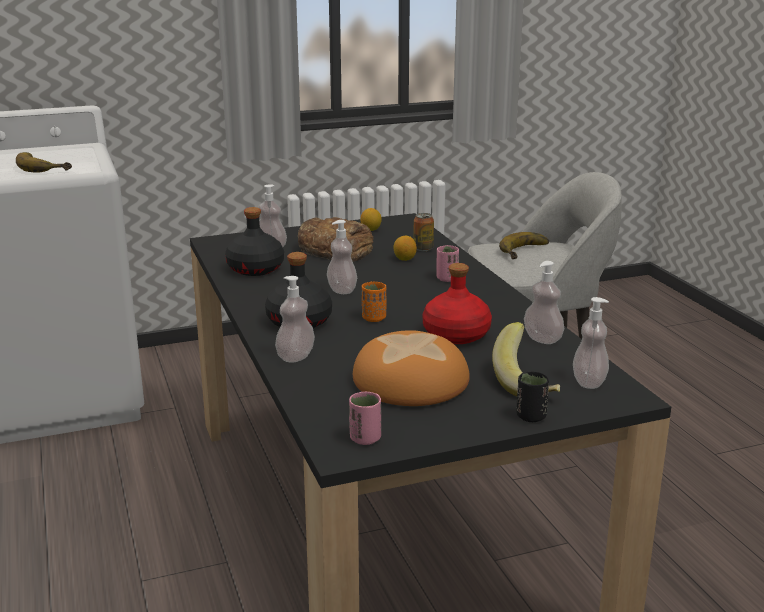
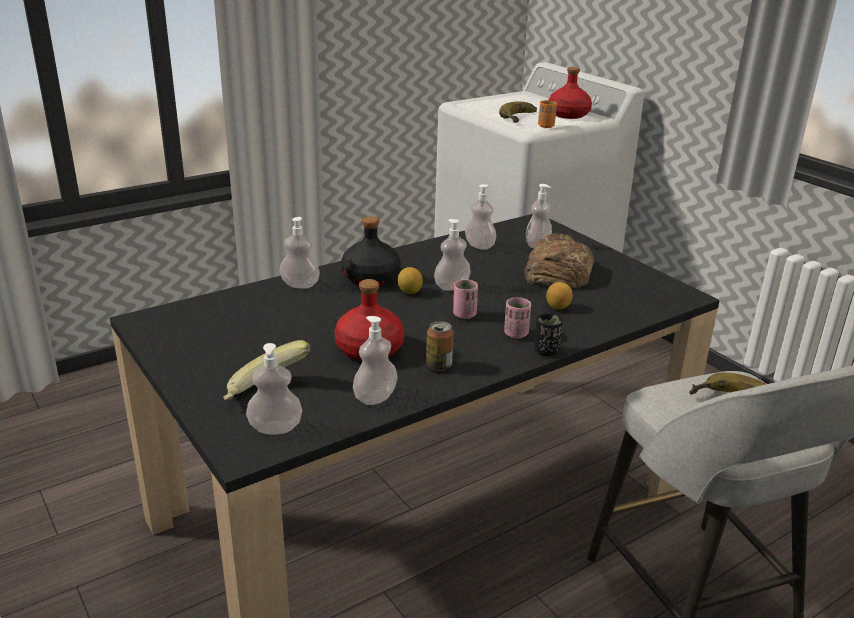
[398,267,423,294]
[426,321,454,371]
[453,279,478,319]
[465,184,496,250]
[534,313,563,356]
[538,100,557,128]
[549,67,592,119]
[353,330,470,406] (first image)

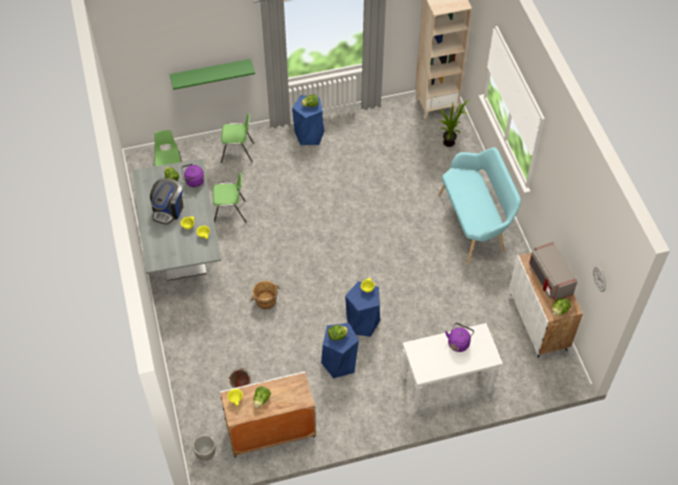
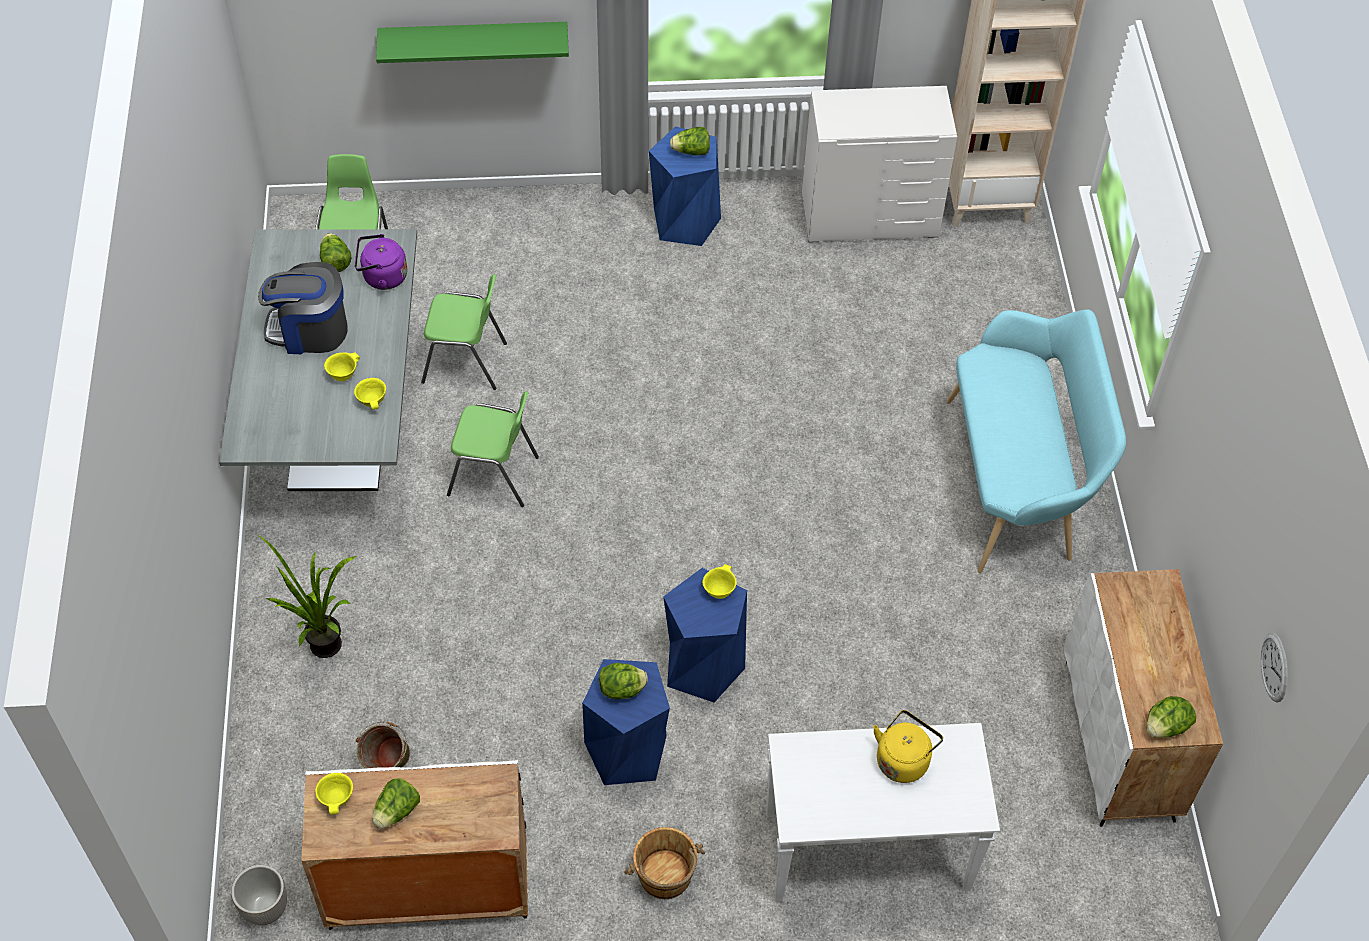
[257,535,357,658]
[258,262,347,354]
[447,391,539,507]
[624,827,705,899]
[802,86,957,243]
[873,710,943,783]
[529,241,578,301] (first image)

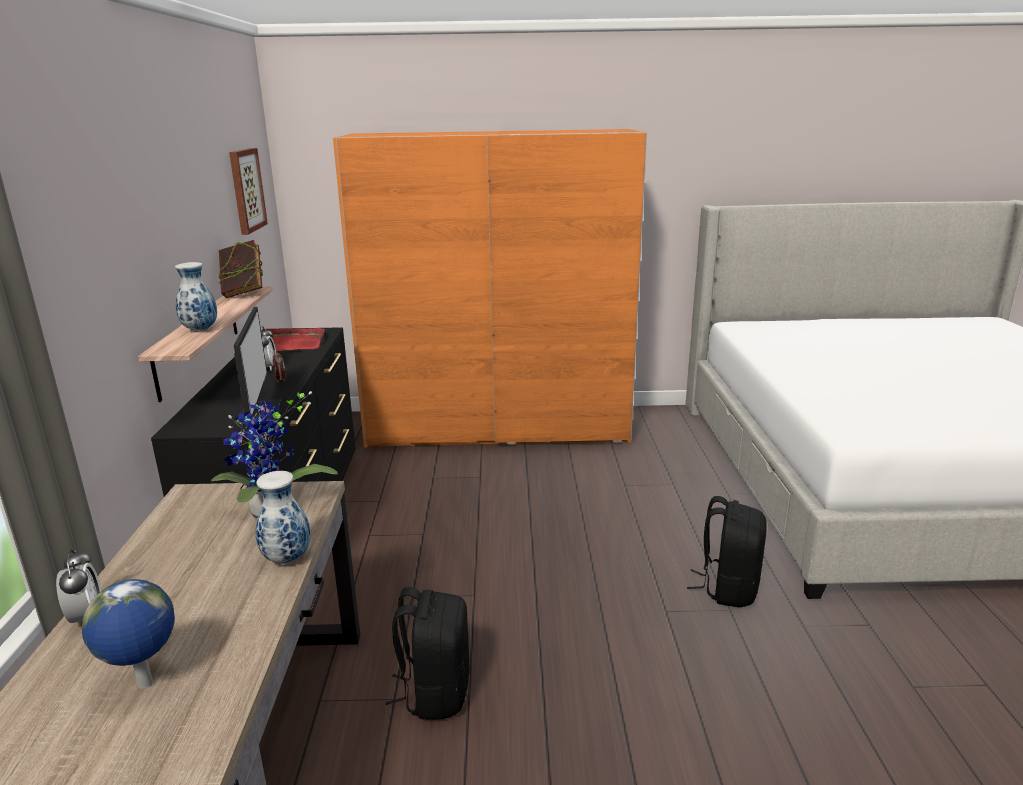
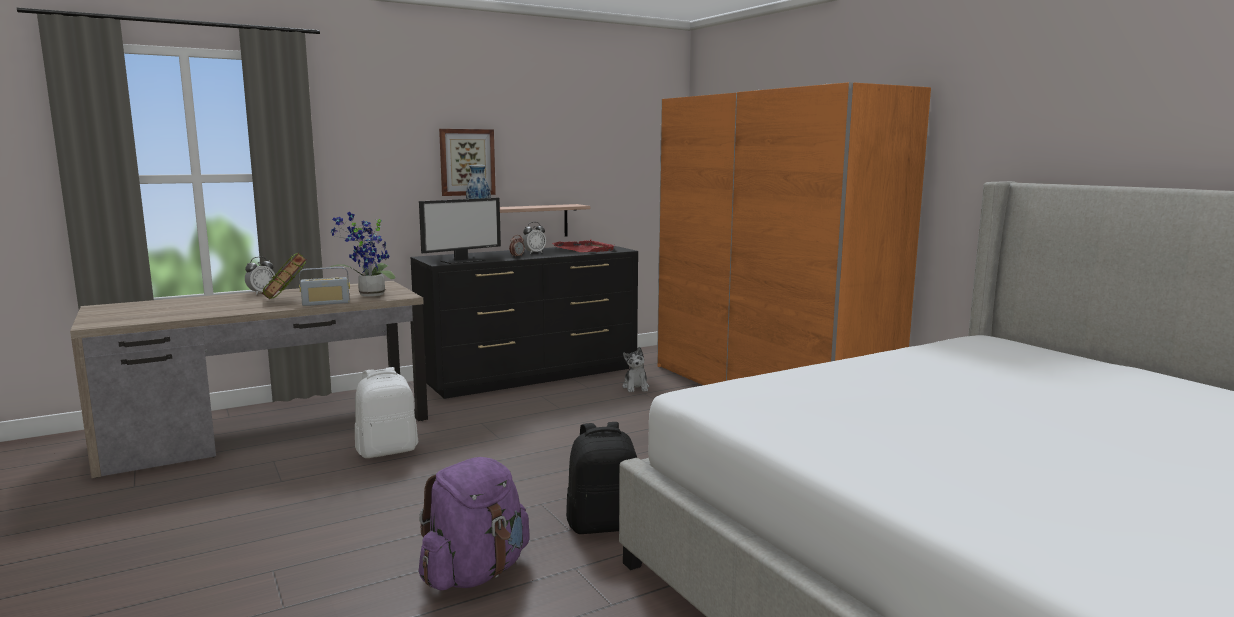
[262,253,306,299]
[299,267,350,306]
[355,367,418,458]
[419,457,530,590]
[439,129,496,196]
[622,347,649,392]
[82,579,175,689] (first image)

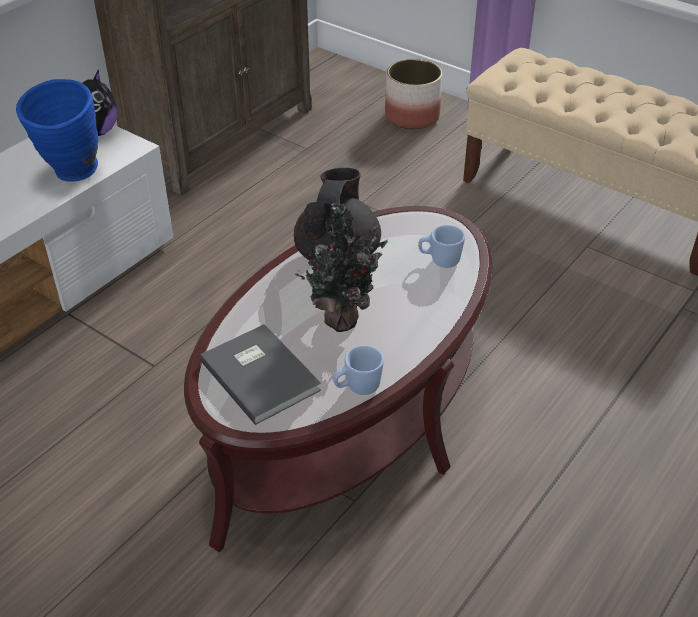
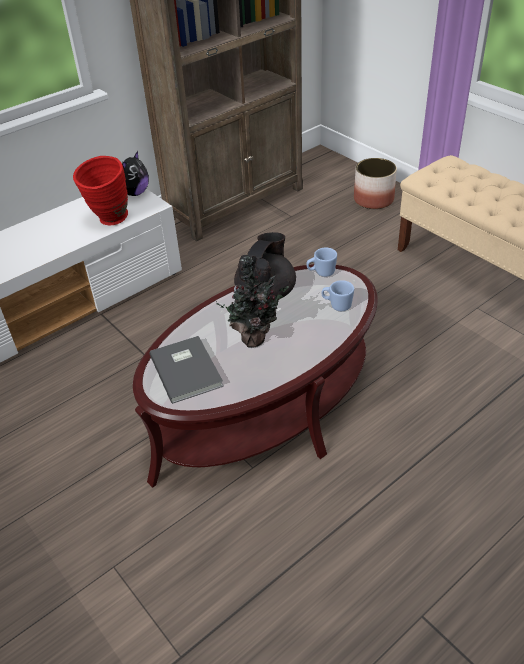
[73,156,128,225]
[306,247,337,277]

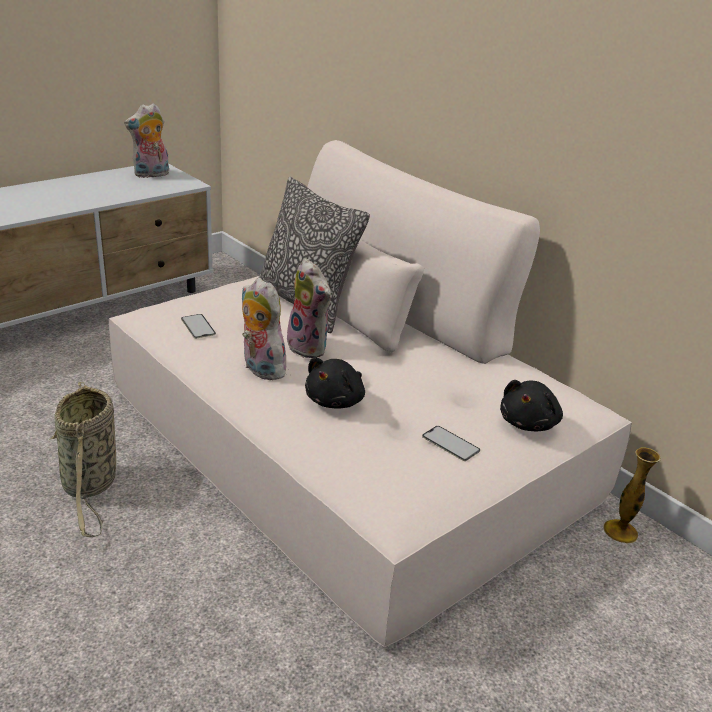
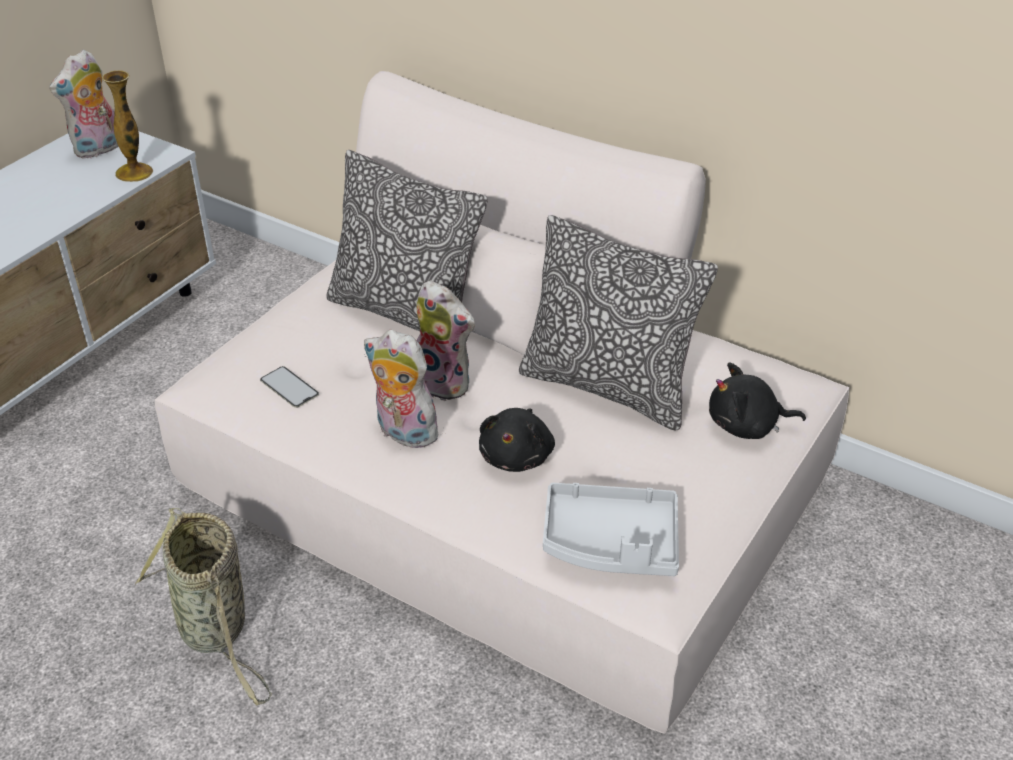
[102,70,153,182]
[519,215,718,430]
[543,483,679,576]
[709,363,806,439]
[422,426,480,461] (first image)

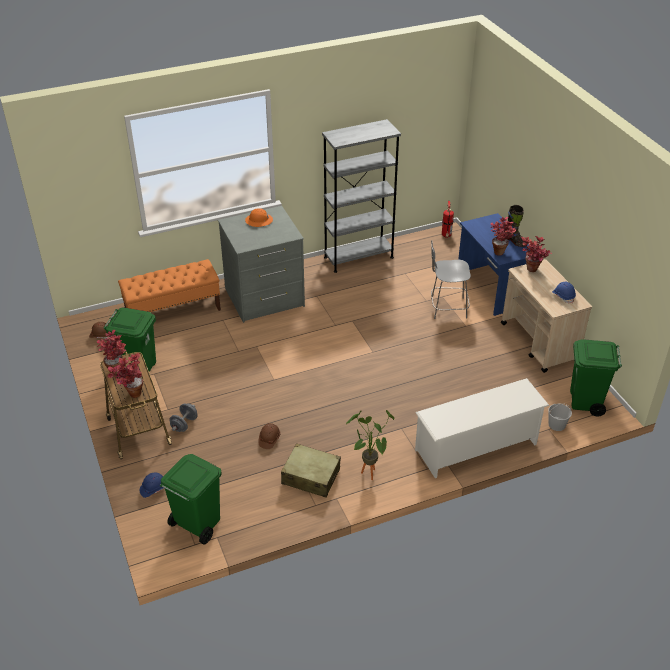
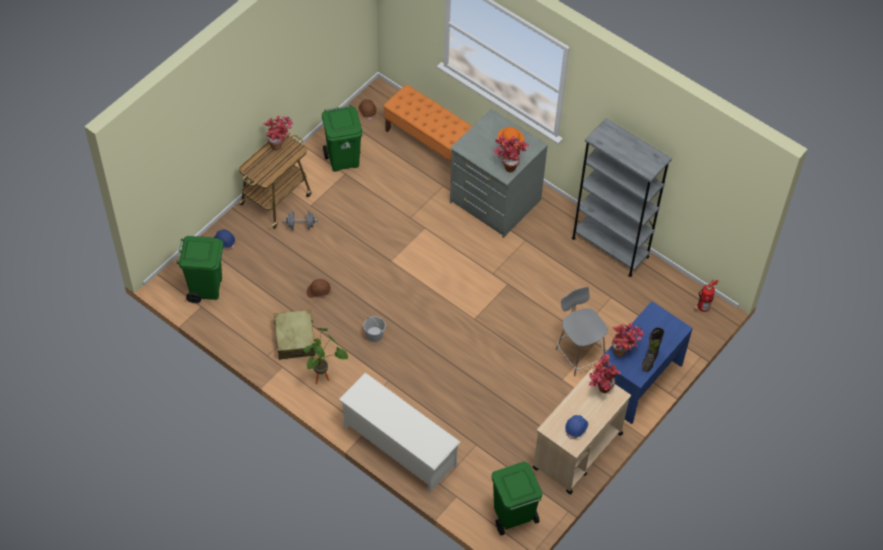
[363,316,386,342]
[494,135,529,173]

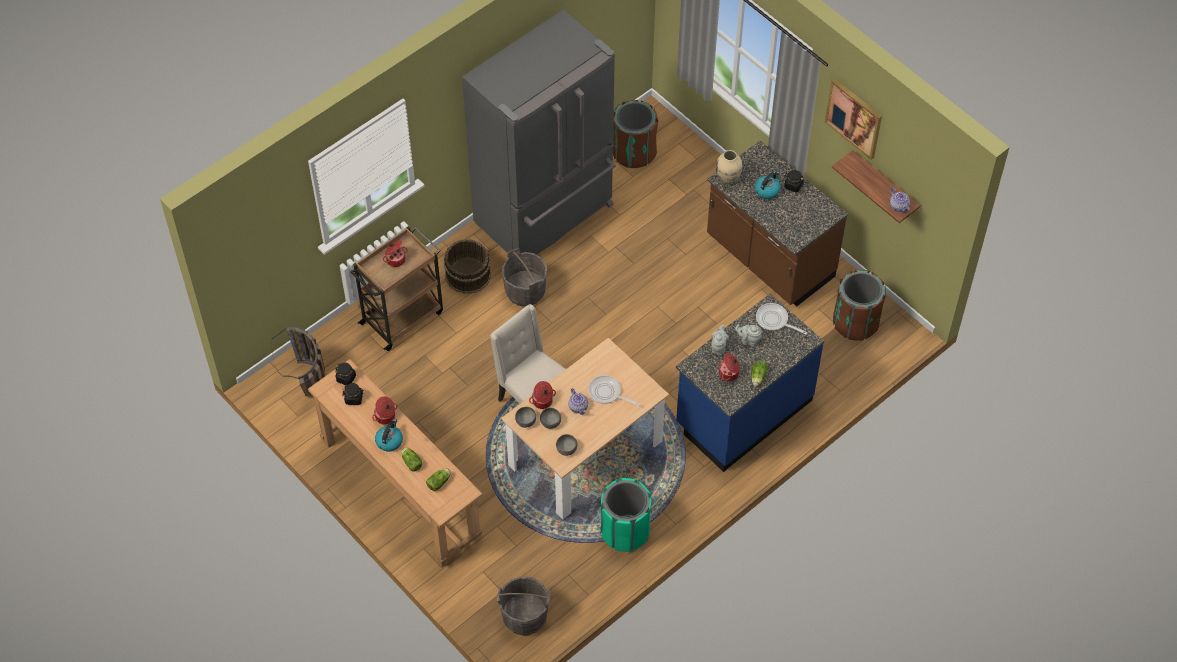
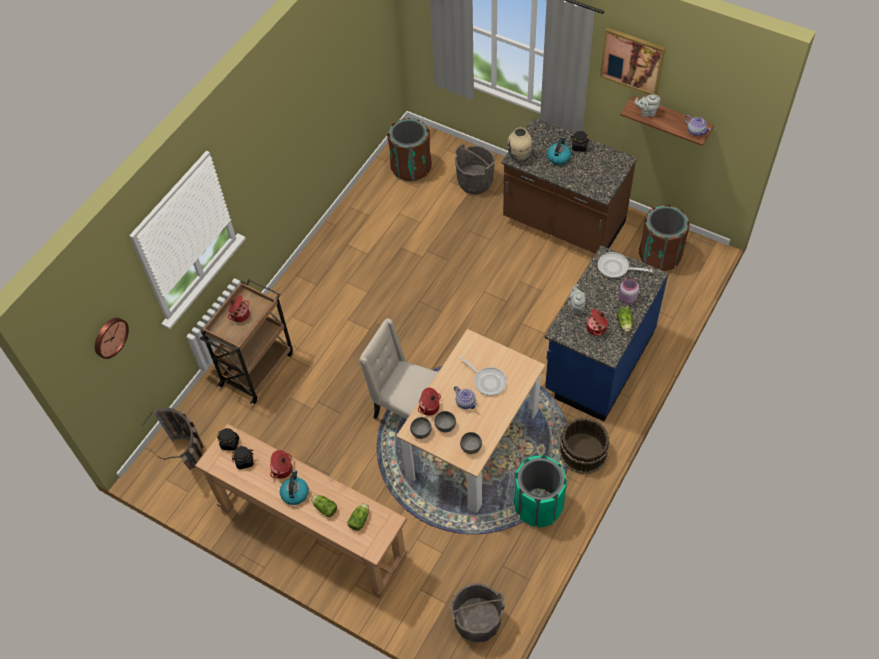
[95,318,129,359]
[455,144,495,194]
[459,356,507,396]
[559,417,610,474]
[619,278,639,304]
[634,94,660,117]
[462,10,616,255] (first image)

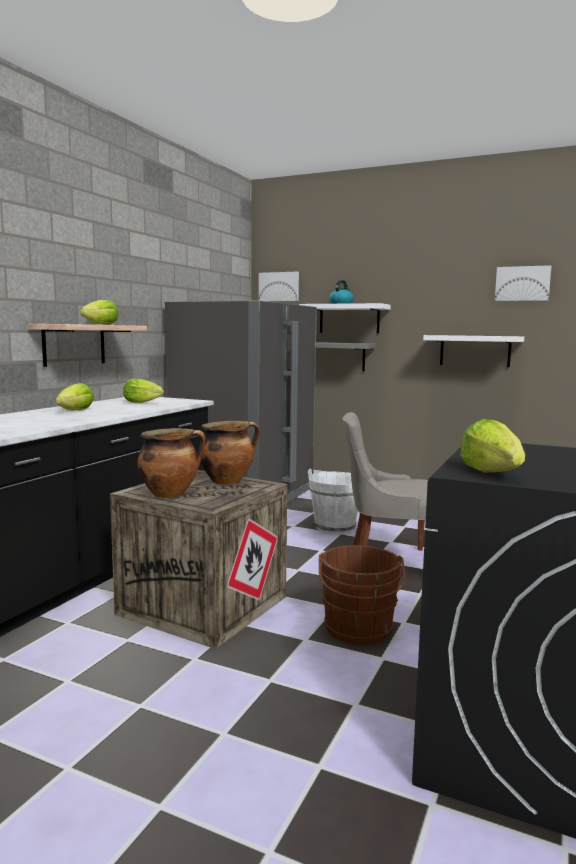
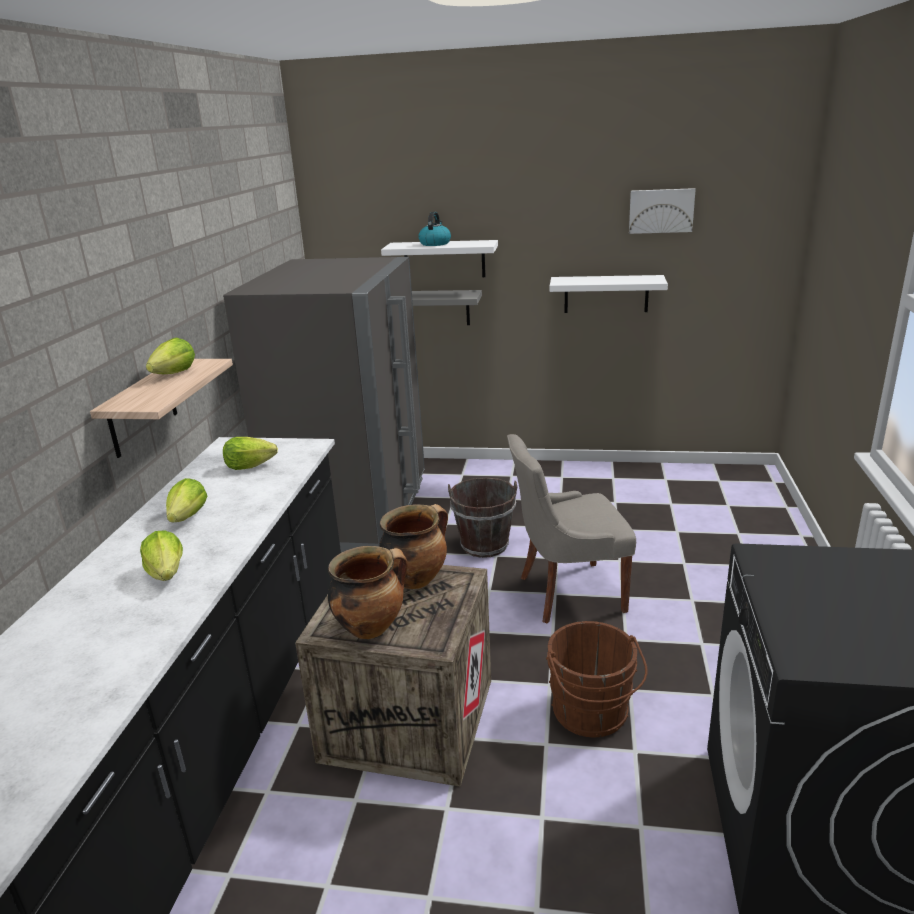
[140,530,183,581]
[448,478,517,558]
[259,272,299,301] (first image)

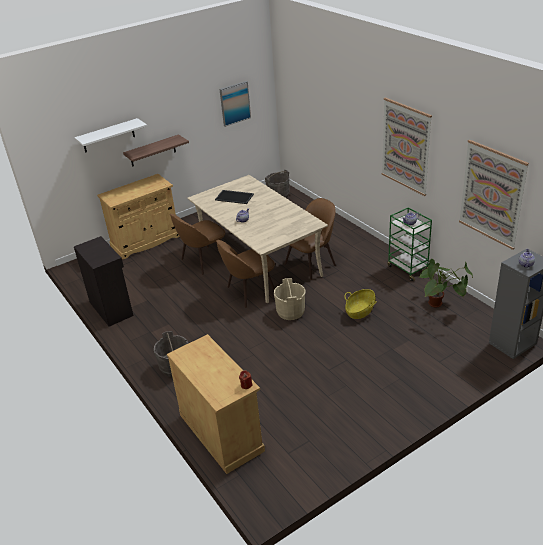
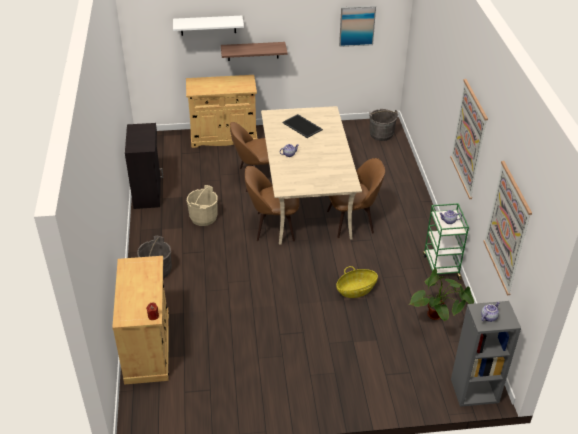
[187,185,218,226]

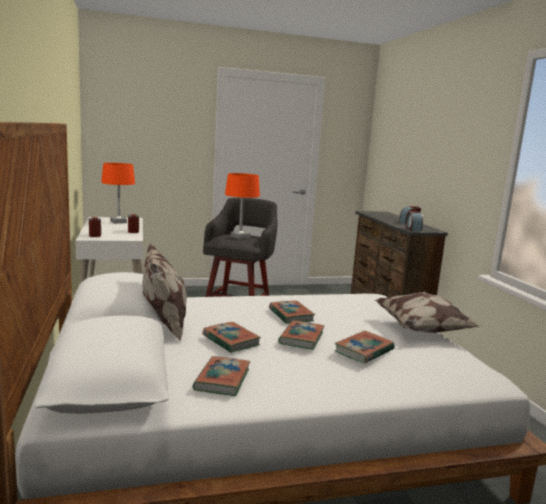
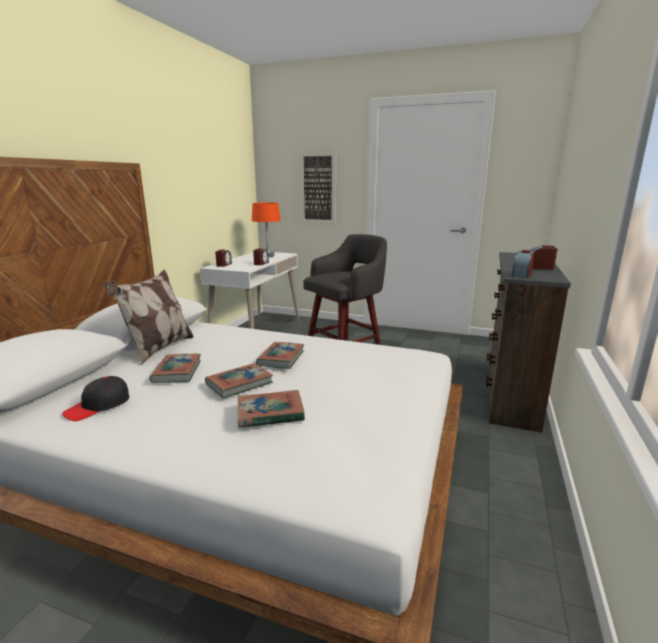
[62,376,129,421]
[299,151,336,224]
[225,173,260,239] (first image)
[375,292,481,333] (first image)

